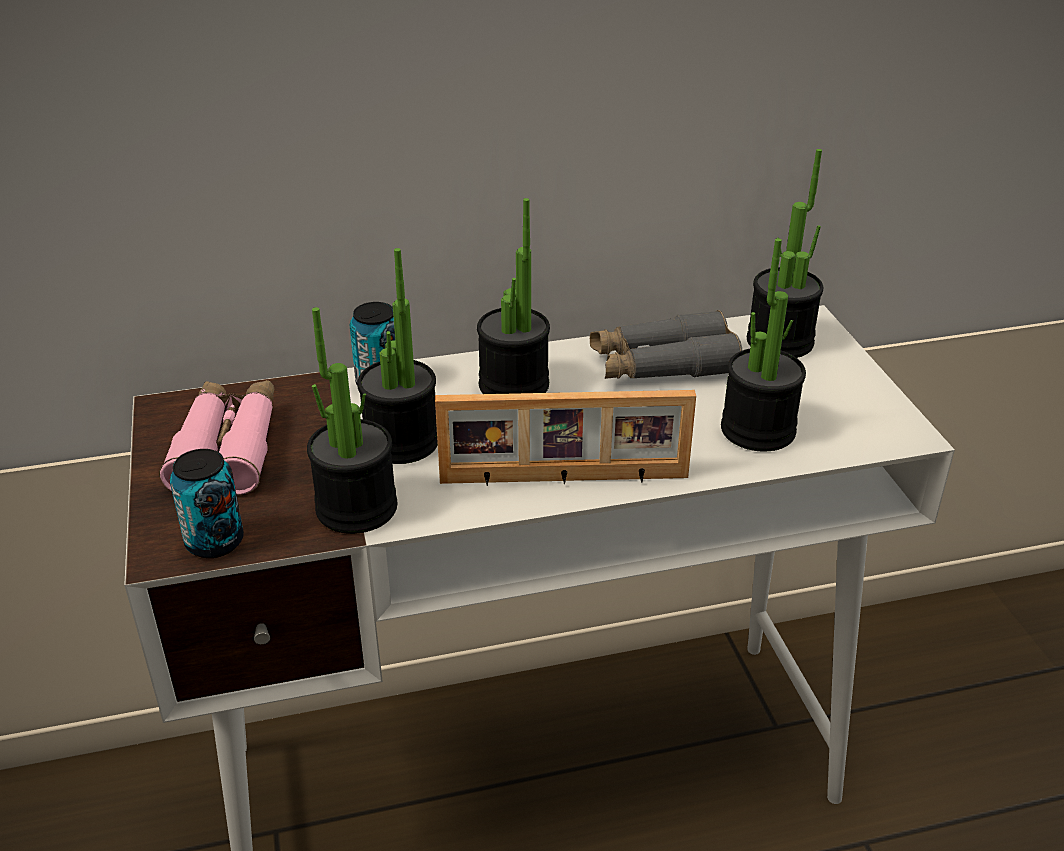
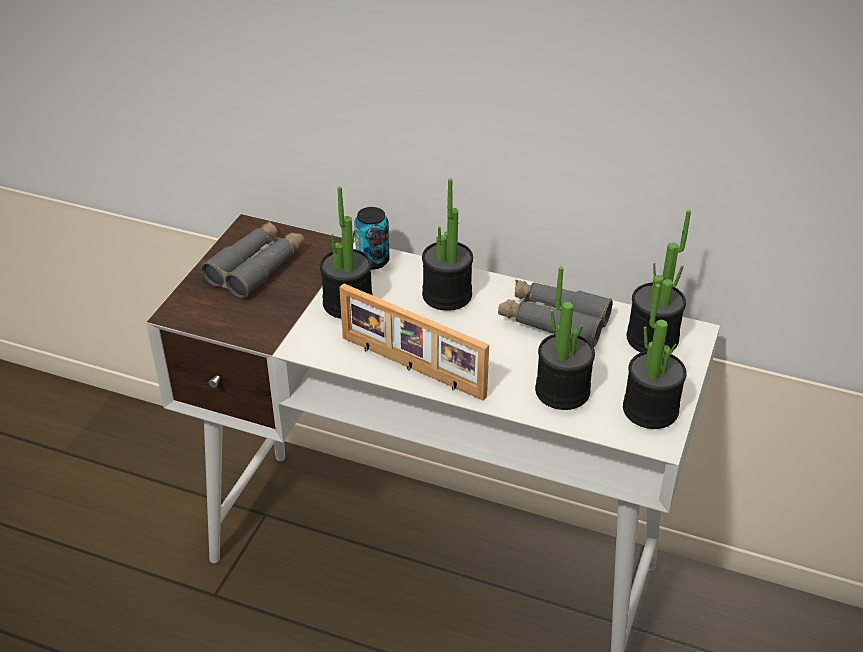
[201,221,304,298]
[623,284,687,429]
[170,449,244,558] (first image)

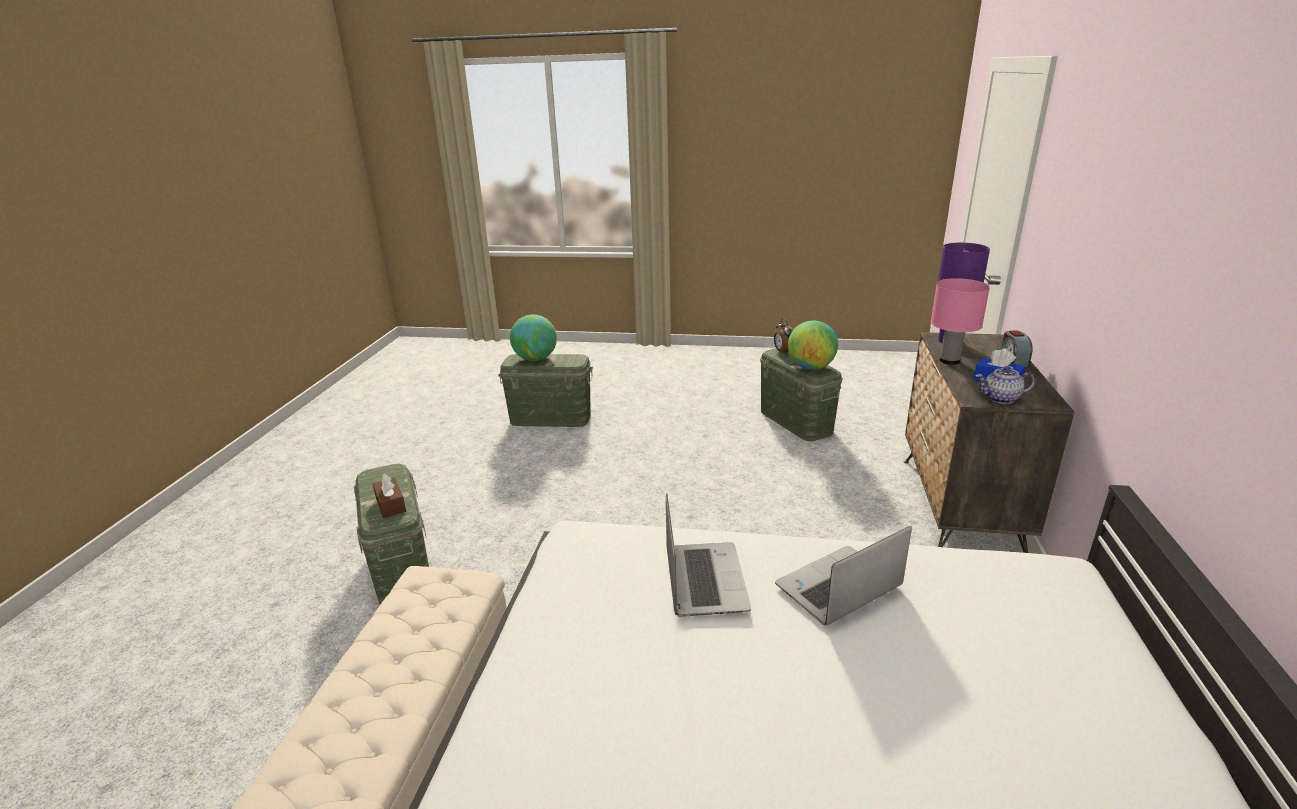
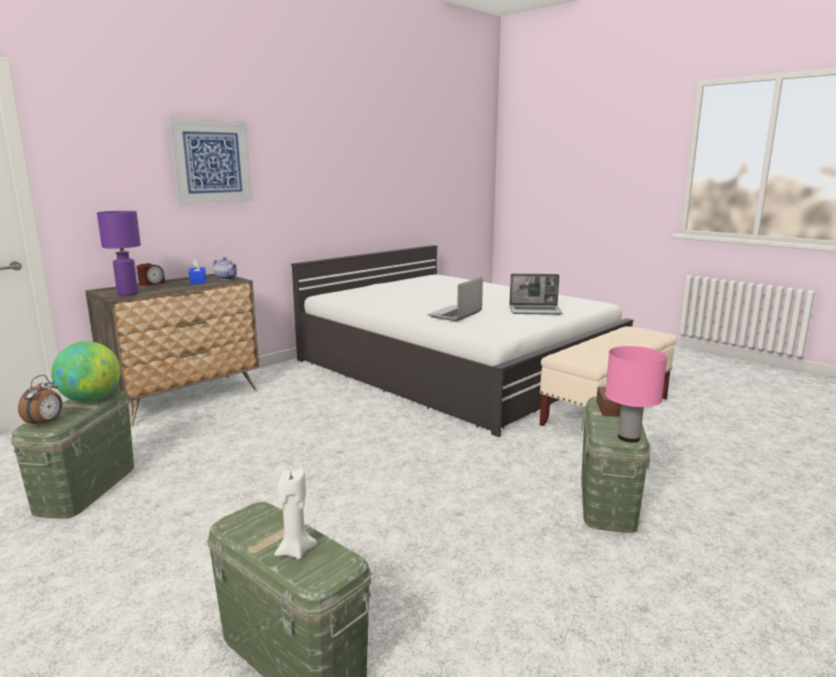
[168,118,253,205]
[274,468,318,560]
[509,274,563,315]
[605,346,667,443]

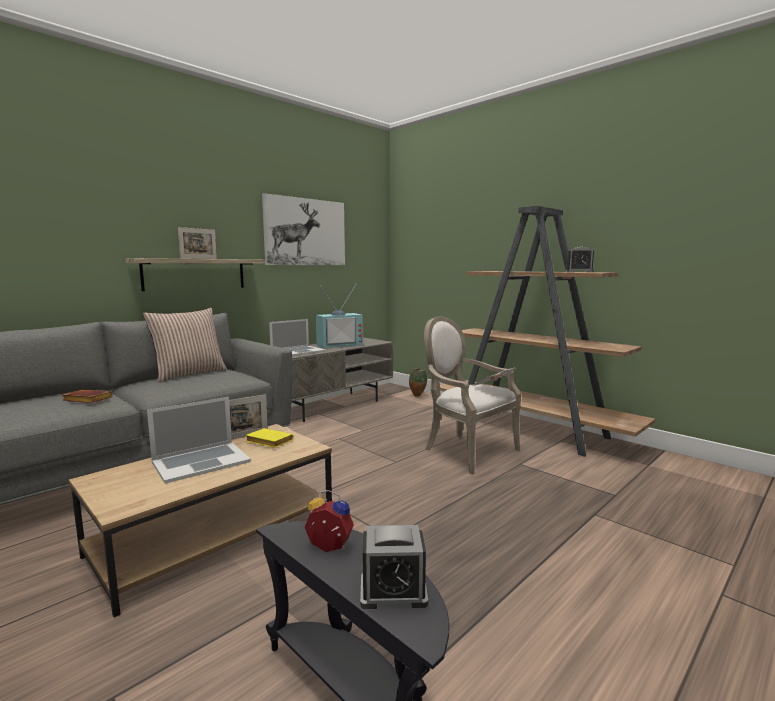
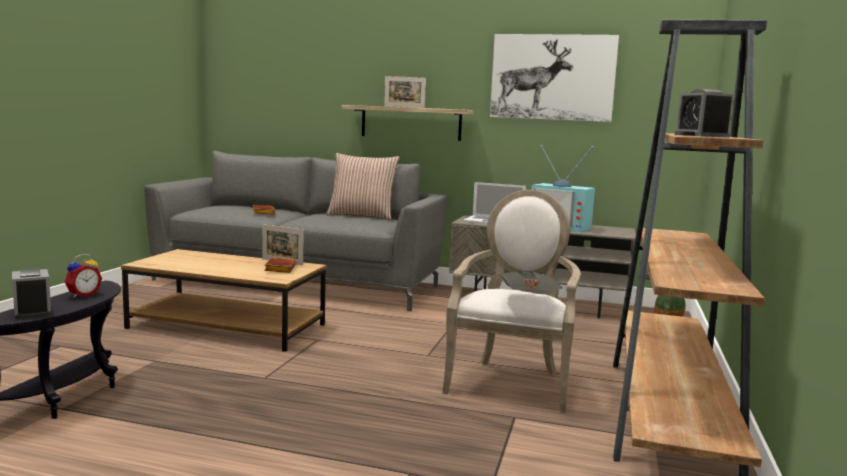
[65,254,102,298]
[264,258,296,273]
[147,397,251,484] (first image)

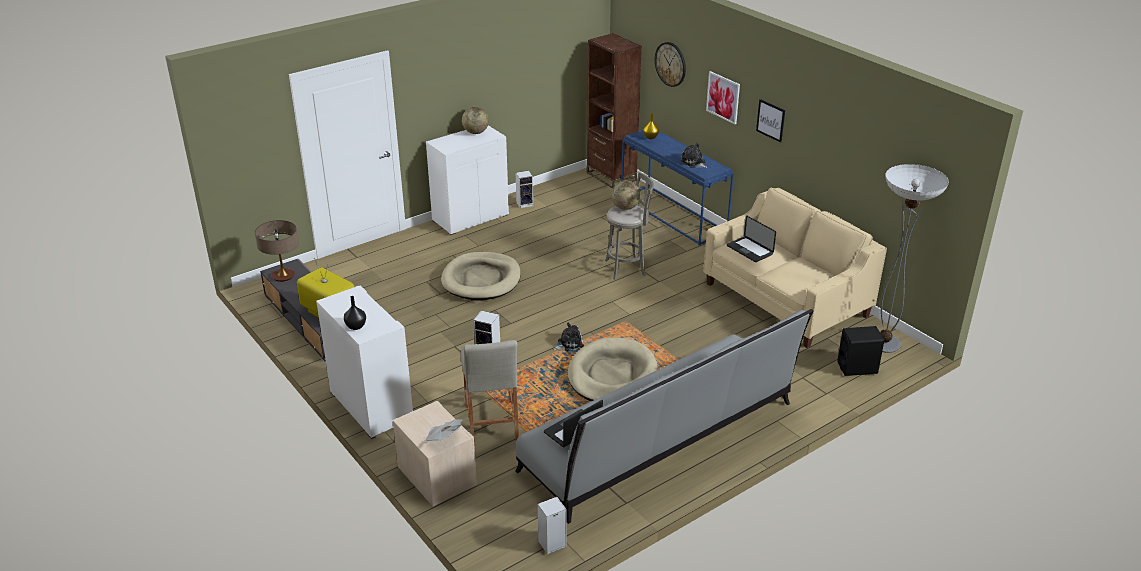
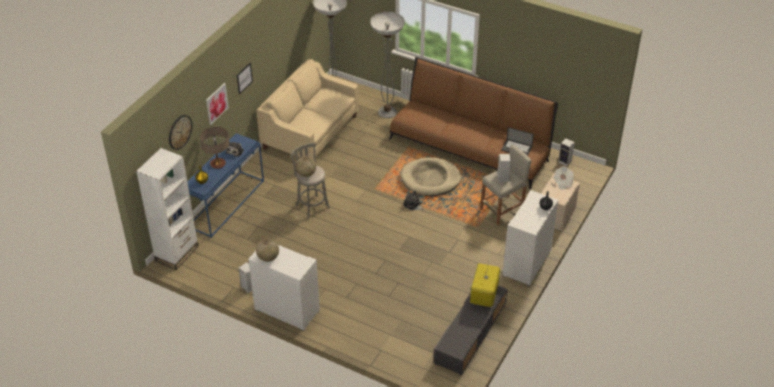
[136,148,198,270]
[200,127,229,169]
[370,12,405,118]
[389,57,559,189]
[441,252,521,301] (first image)
[727,215,776,262] (first image)
[837,326,884,376] (first image)

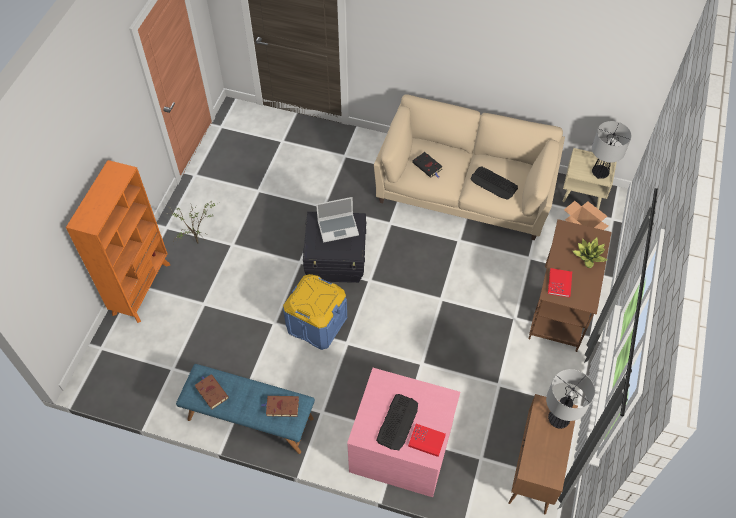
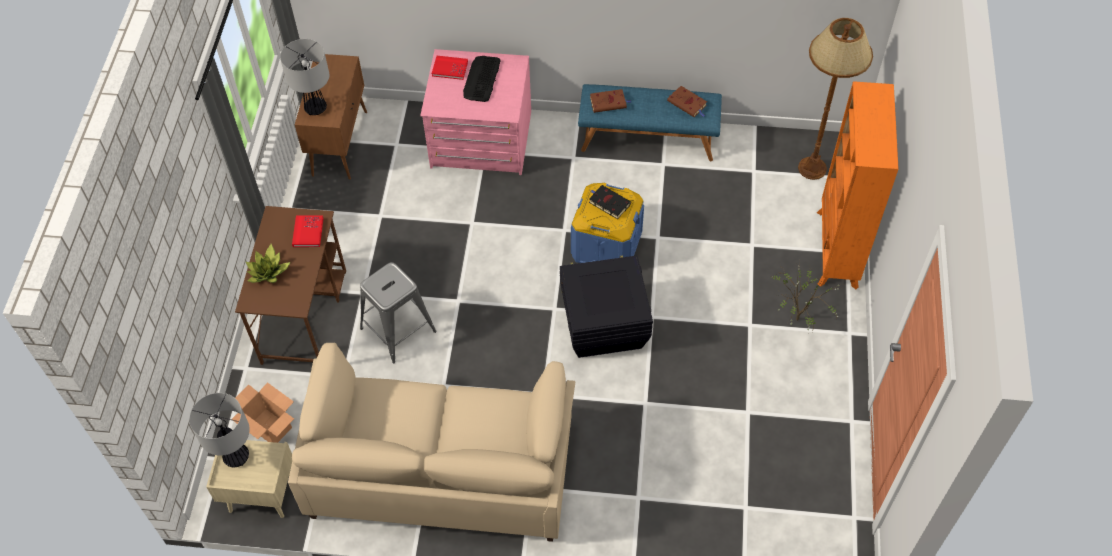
[360,262,437,363]
[589,185,631,219]
[798,18,873,180]
[316,197,359,243] (first image)
[471,166,518,200] (first image)

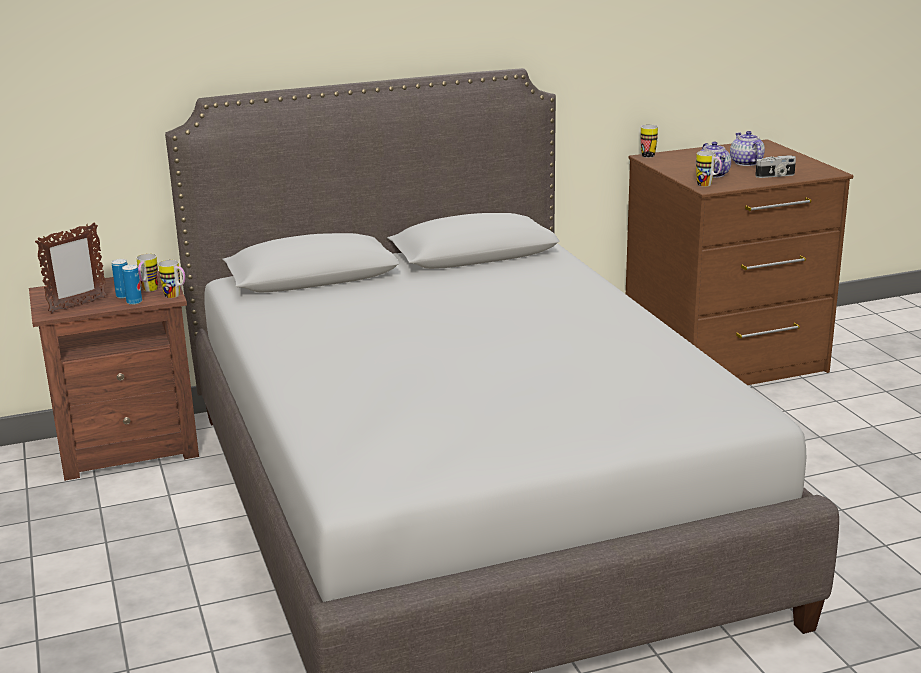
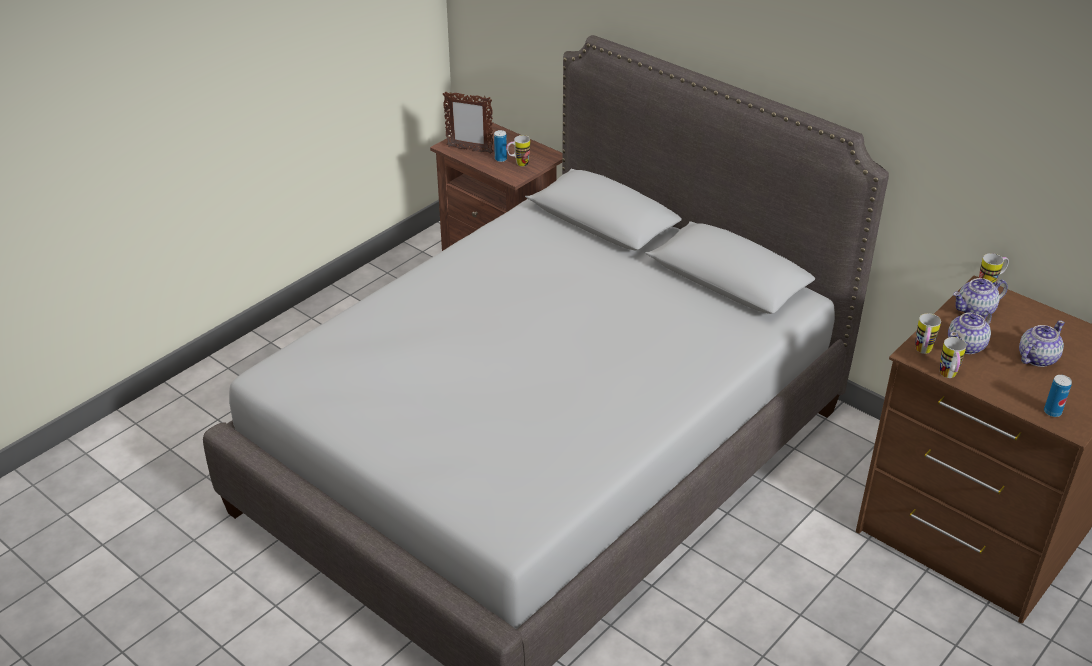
[940,337,967,378]
[953,278,1008,316]
[1044,375,1072,417]
[755,155,796,178] (first image)

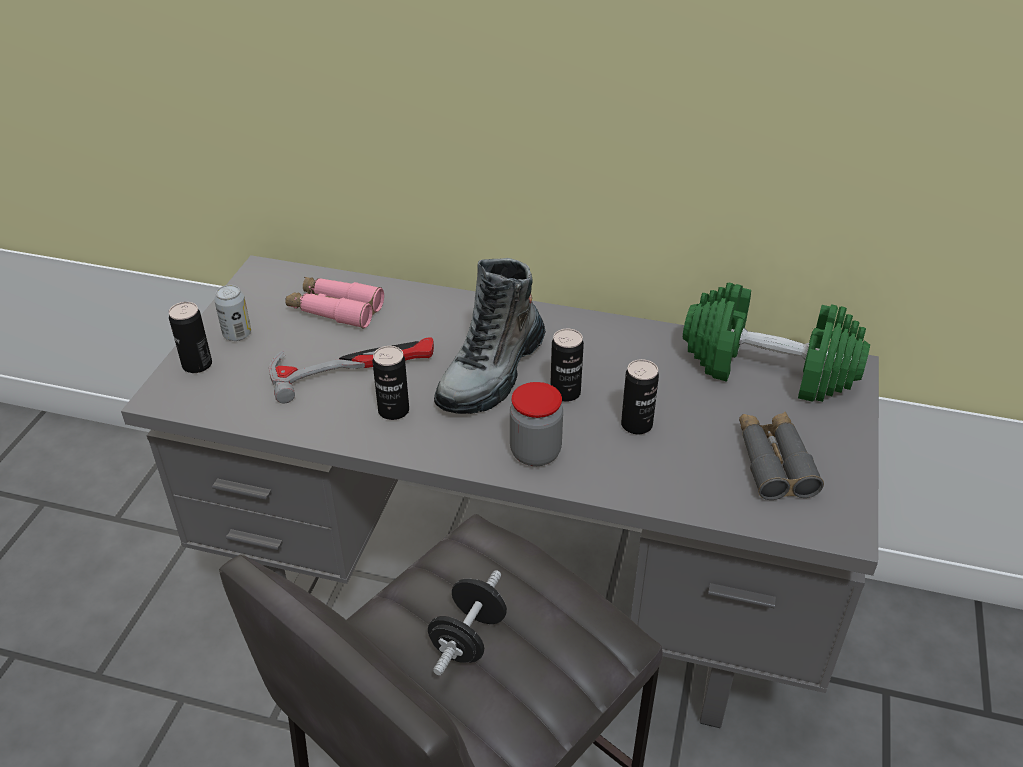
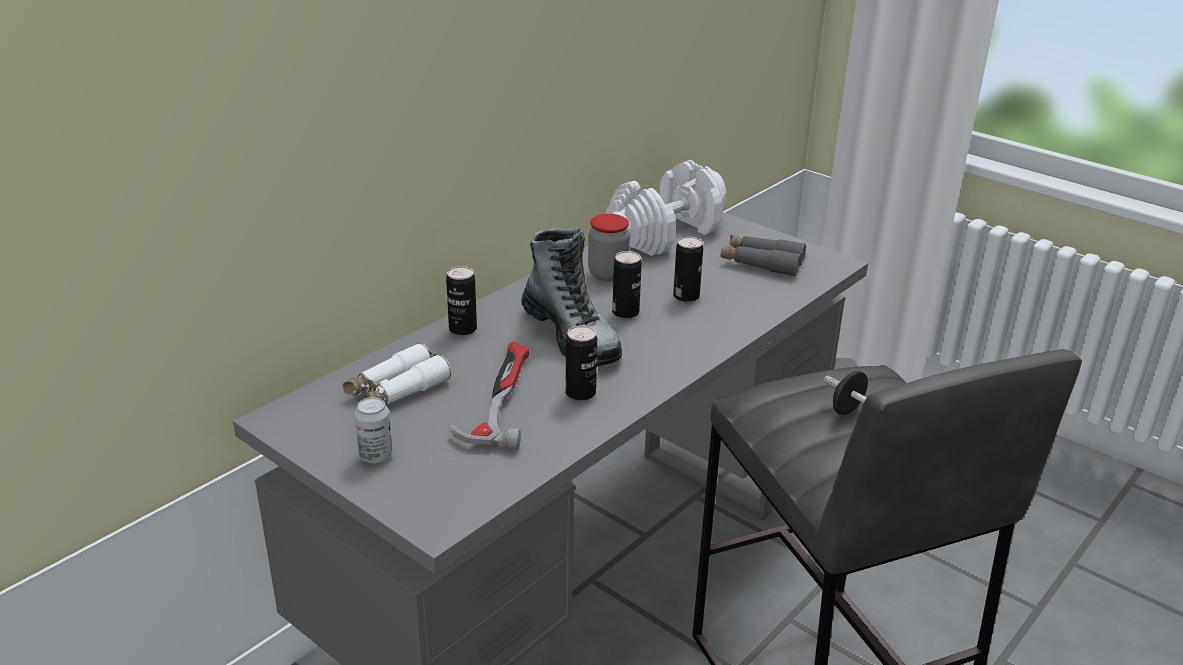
[343,343,451,405]
[446,266,477,336]
[588,214,630,281]
[606,160,727,256]

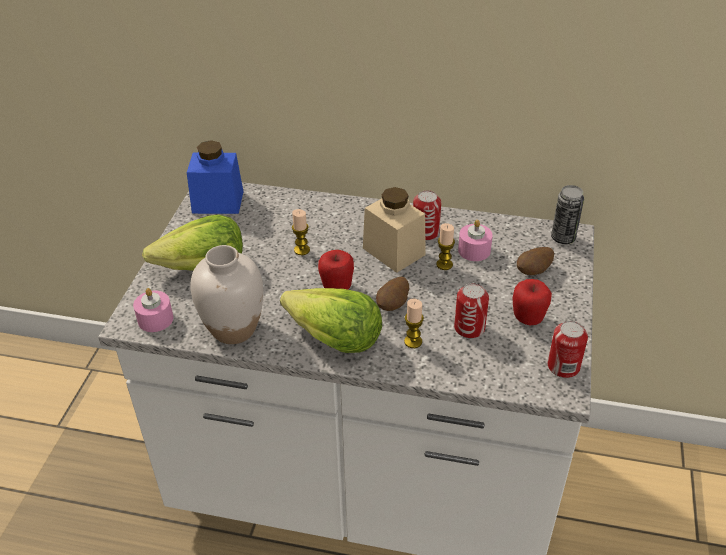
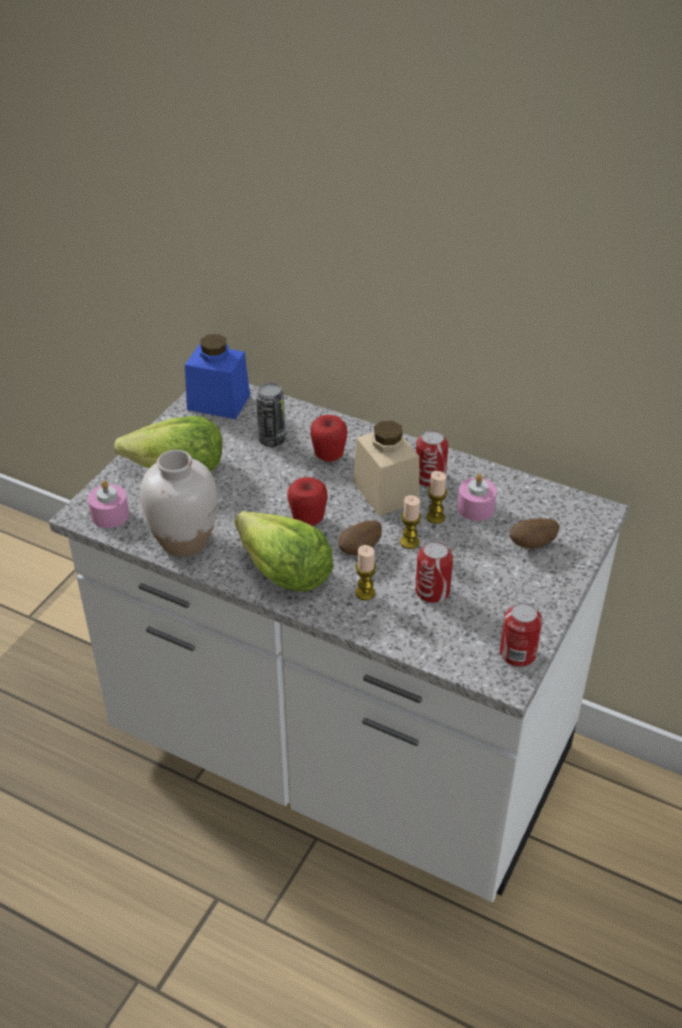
[256,382,286,447]
[310,415,347,462]
[400,495,421,549]

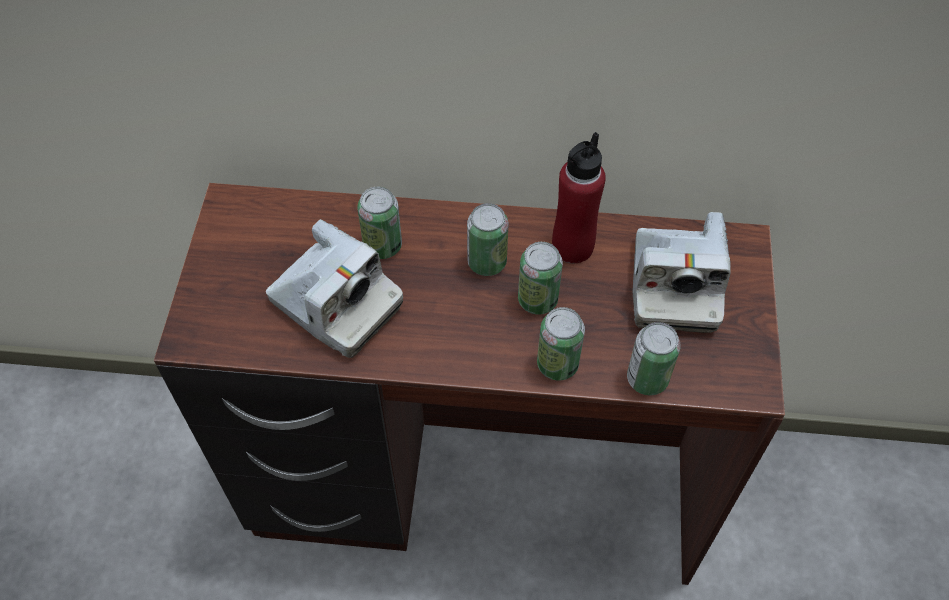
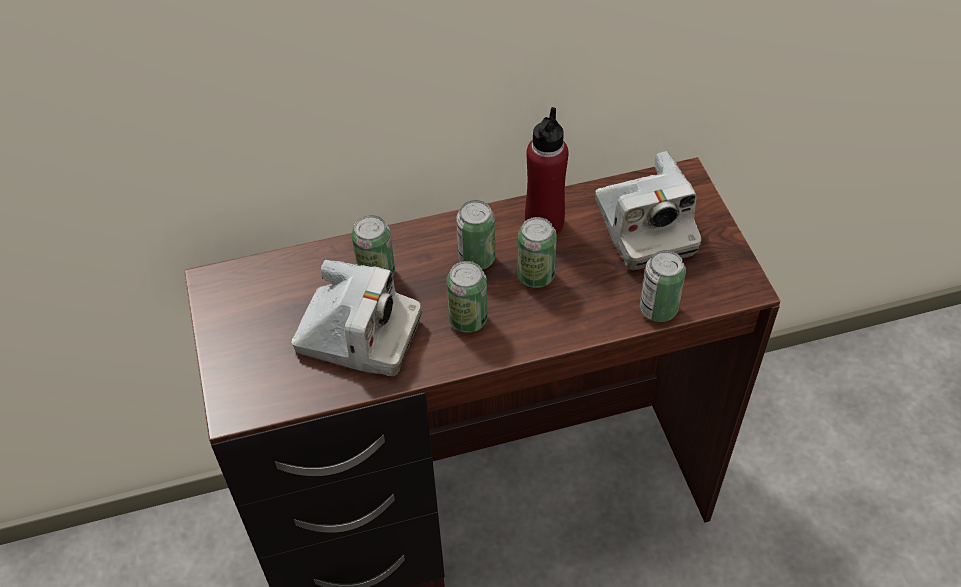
[446,261,488,333]

